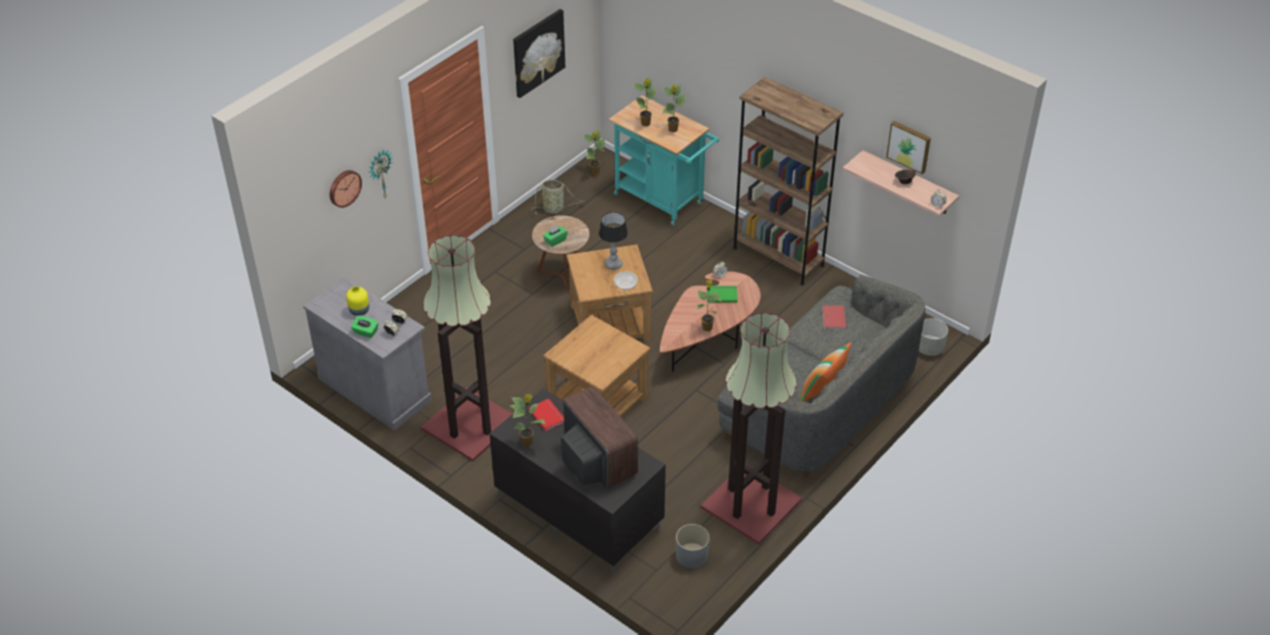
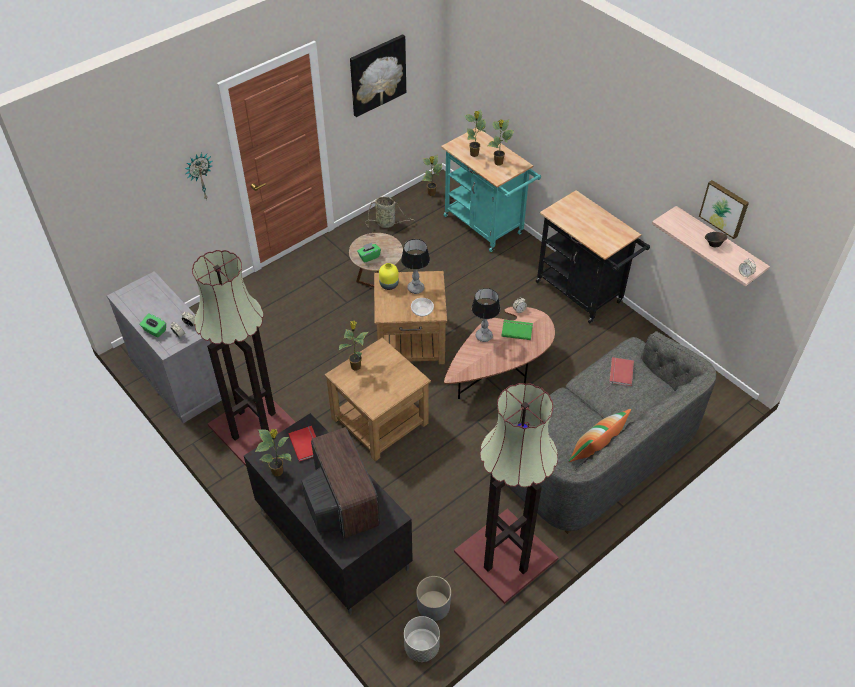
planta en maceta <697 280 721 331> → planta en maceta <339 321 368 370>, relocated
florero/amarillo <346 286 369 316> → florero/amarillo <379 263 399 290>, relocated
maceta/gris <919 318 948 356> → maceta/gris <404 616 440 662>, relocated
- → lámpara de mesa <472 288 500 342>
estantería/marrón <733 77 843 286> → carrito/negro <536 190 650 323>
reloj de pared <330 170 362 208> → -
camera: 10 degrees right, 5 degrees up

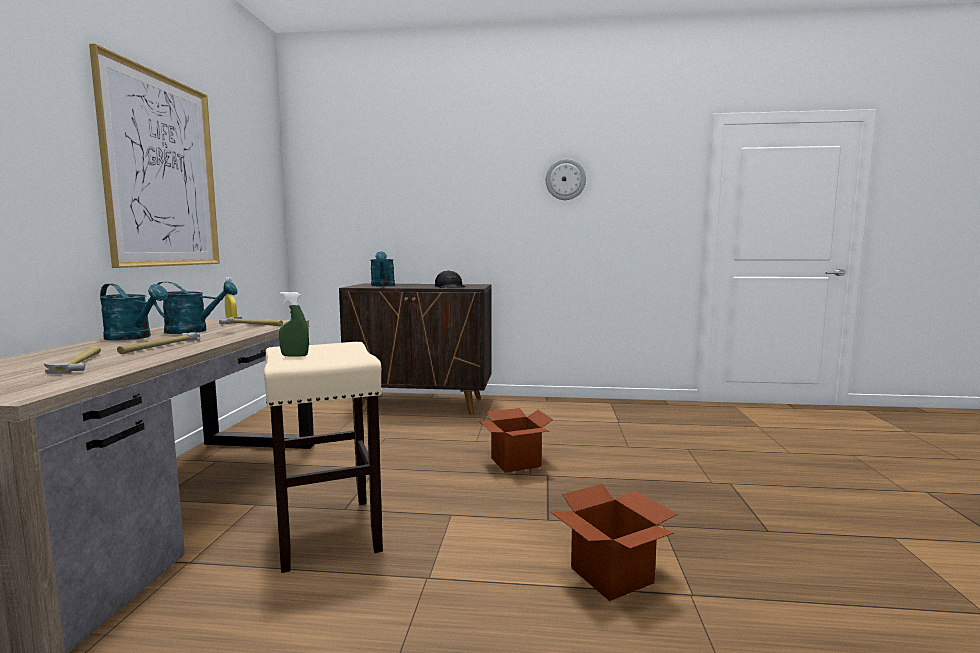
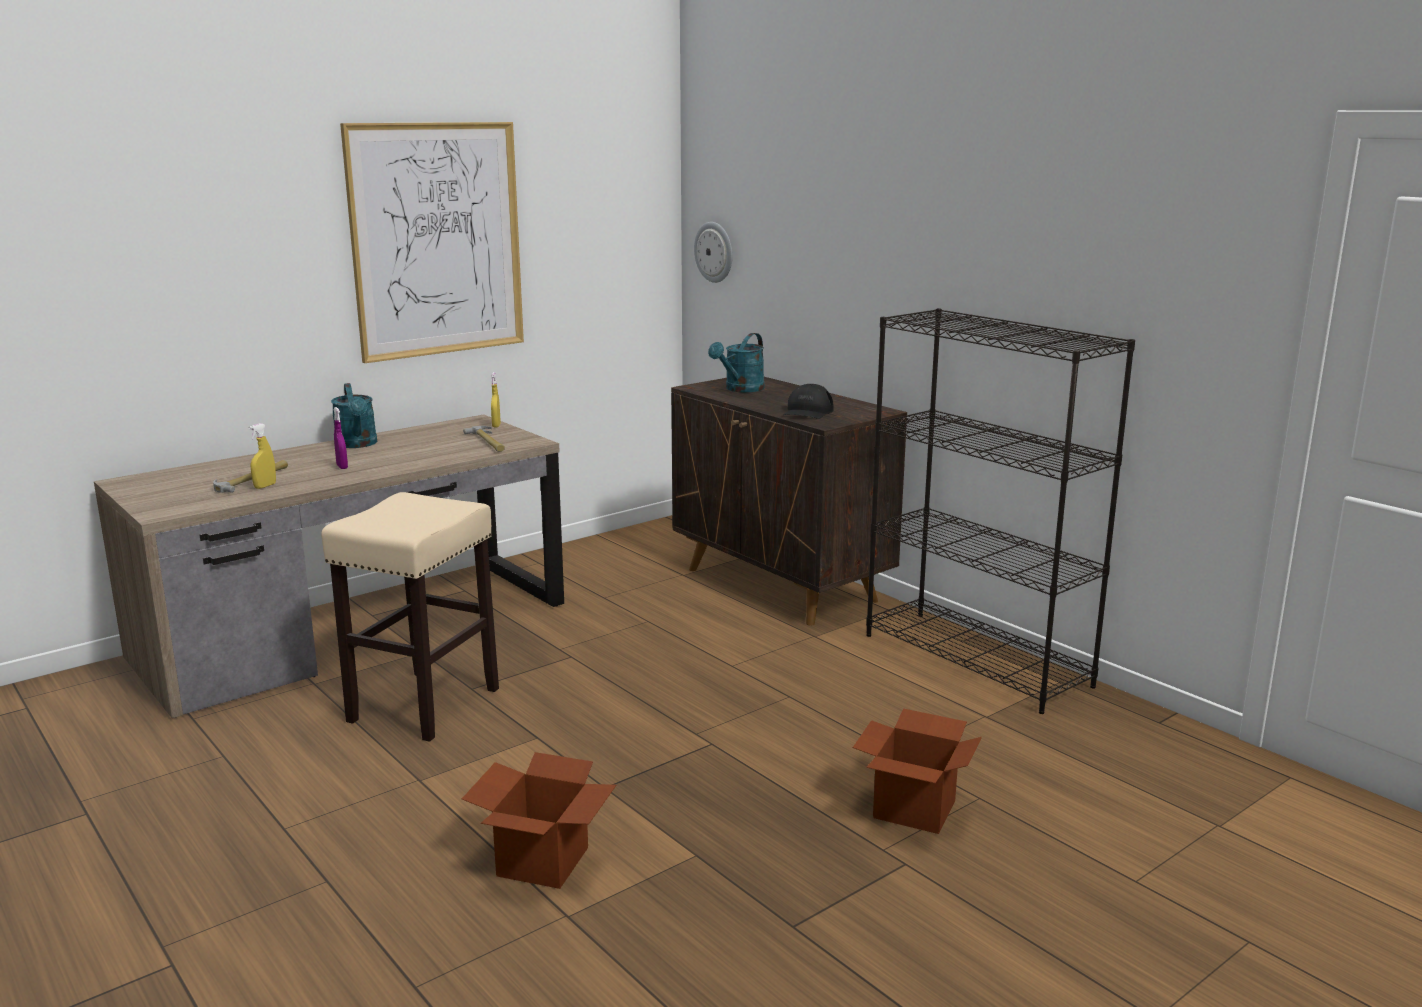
- → pulverizador/amarillo <249 423 276 489>
martillo <117 332 200 354> → pulverizador/morado <333 407 348 469>
reloj de pared <546 159 586 200> → reloj de pared <694 222 733 283>, relocated
caja de cartón <479 408 553 473> → caja de cartón <853 708 982 834>, relocated
- → estantería/negro <866 308 1135 714>
regadera/turquesa <154 281 238 334> → -
pulverizador/verde <279 292 309 357> → -
camera: 45 degrees right, 10 degrees up

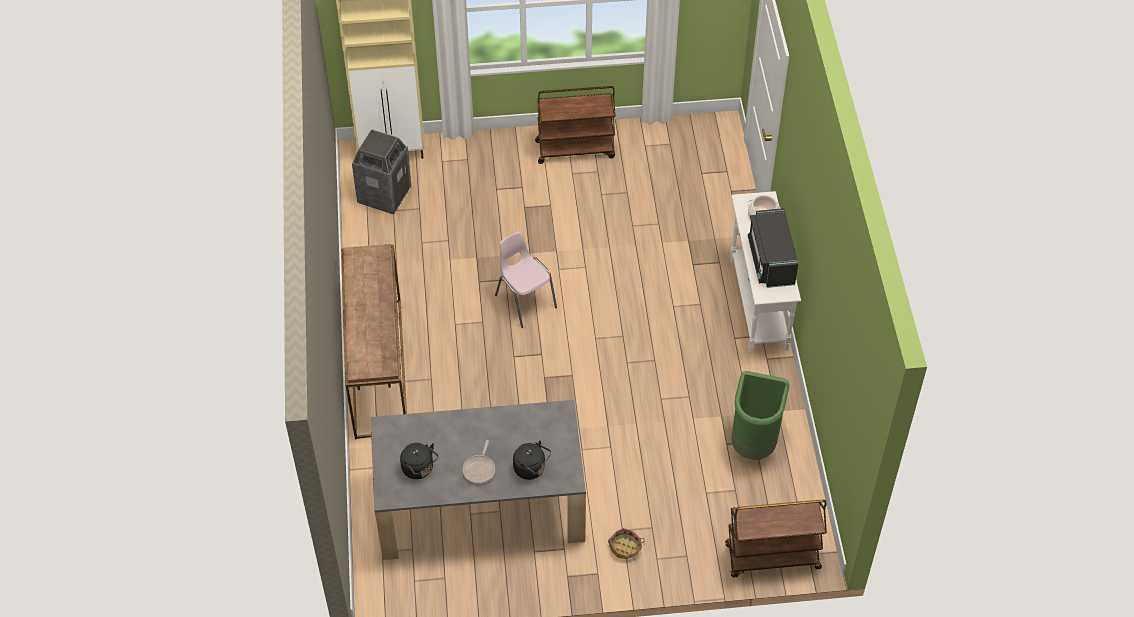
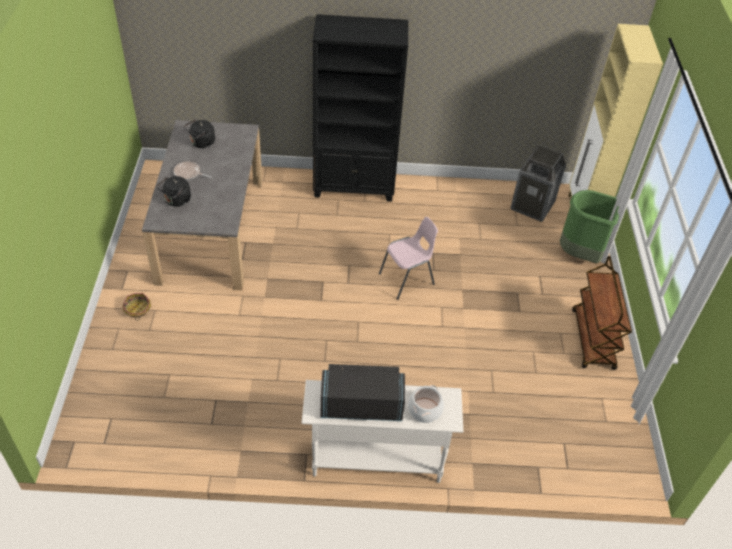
mesa consola/marrón <341 244 407 439> → estantería/negro <313 14 408 202>
papelera/verde <732 371 790 460> → papelera/verde <560 190 619 263>, relocated
carrito/marrón <725 500 827 577> → -
camera: 95 degrees right, 5 degrees down

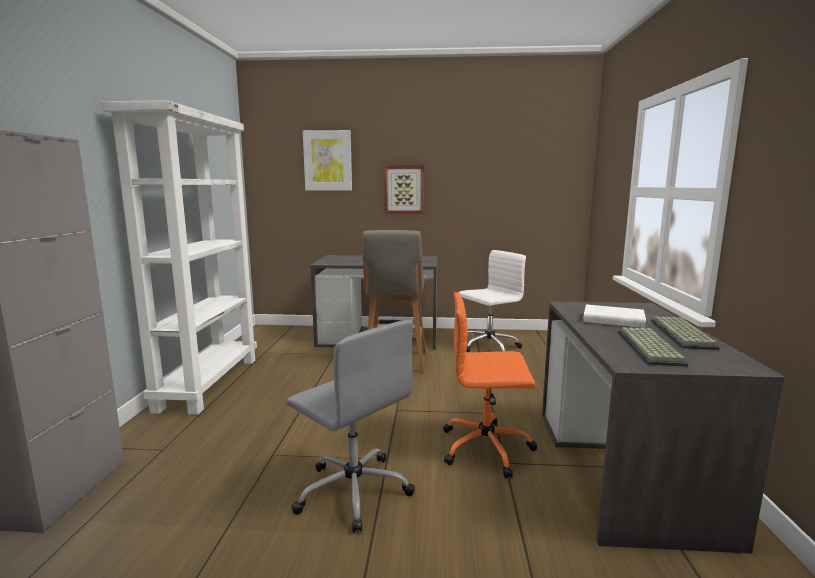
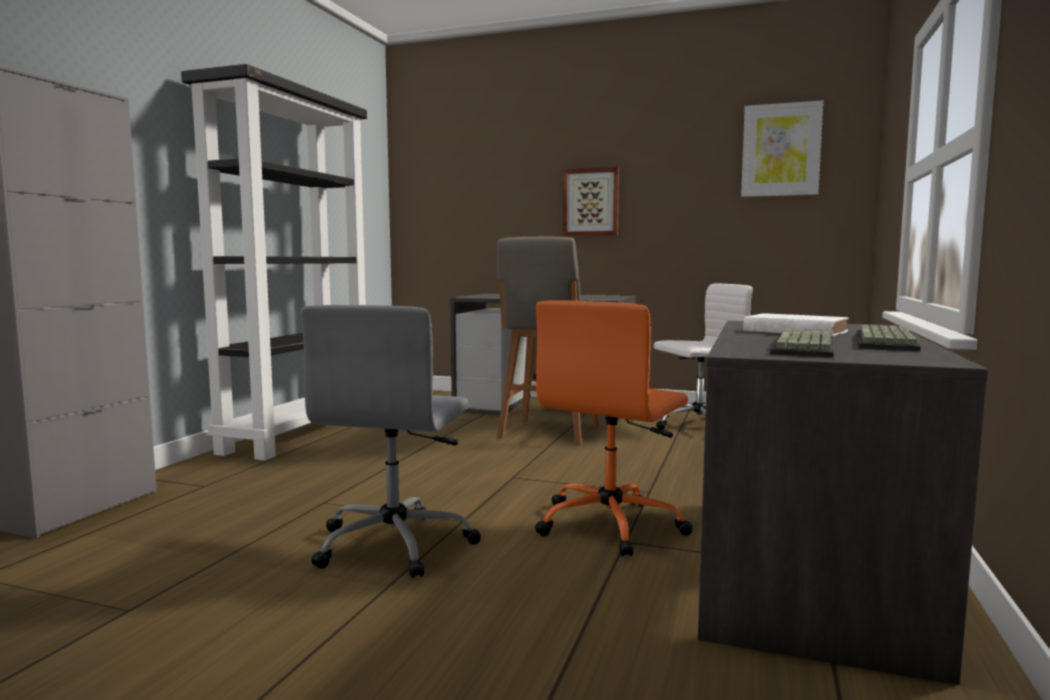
estantería/blanco <102 100 257 415> → estantería/negro <181 64 367 461>
silla de oficina/gris <286 320 415 533> → silla de oficina/gris <301 305 481 578>, 45 degrees clockwise
silla de oficina/naranja <443 292 537 479> → silla de oficina/naranja <535 300 693 557>, 75 degrees counterclockwise
cuadro <303 130 352 191> → cuadro <741 100 823 197>, relocated
camera: 15 degrees right, 5 degrees down

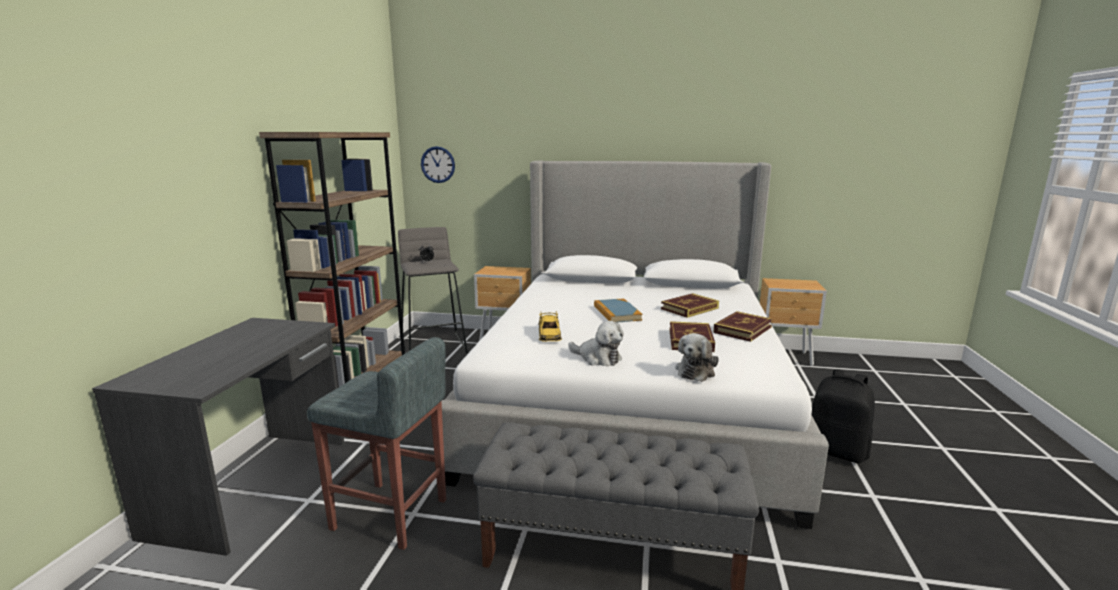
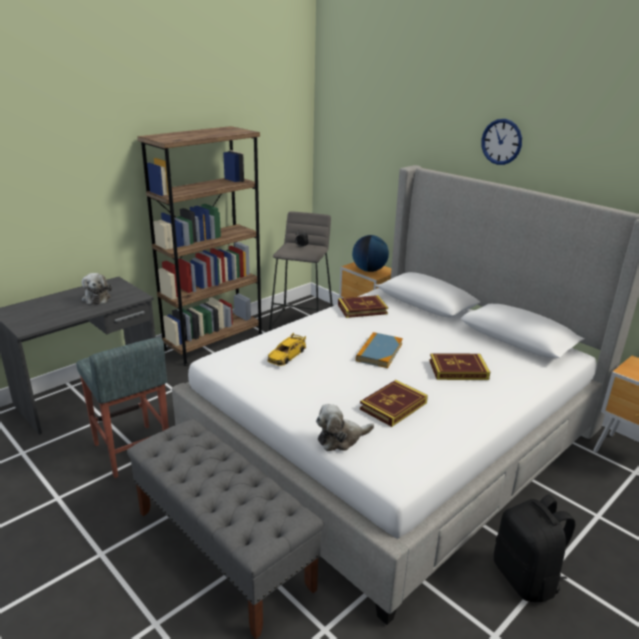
peluche <568 321 624 366> → peluche <82 273 112 305>, relocated
libro <713 311 772 342> → libro <338 295 388 318>, relocated
- → globo terráqueo <352 235 389 272>
reloj de pared <421 146 455 183> → reloj de pared <481 119 522 165>, relocated
camera: 35 degrees right, 10 degrees up

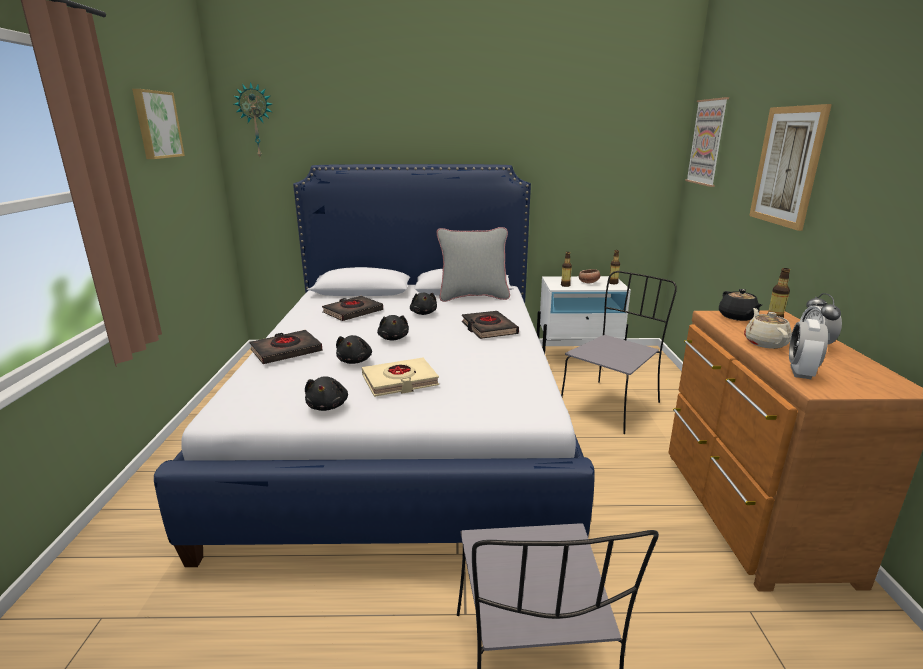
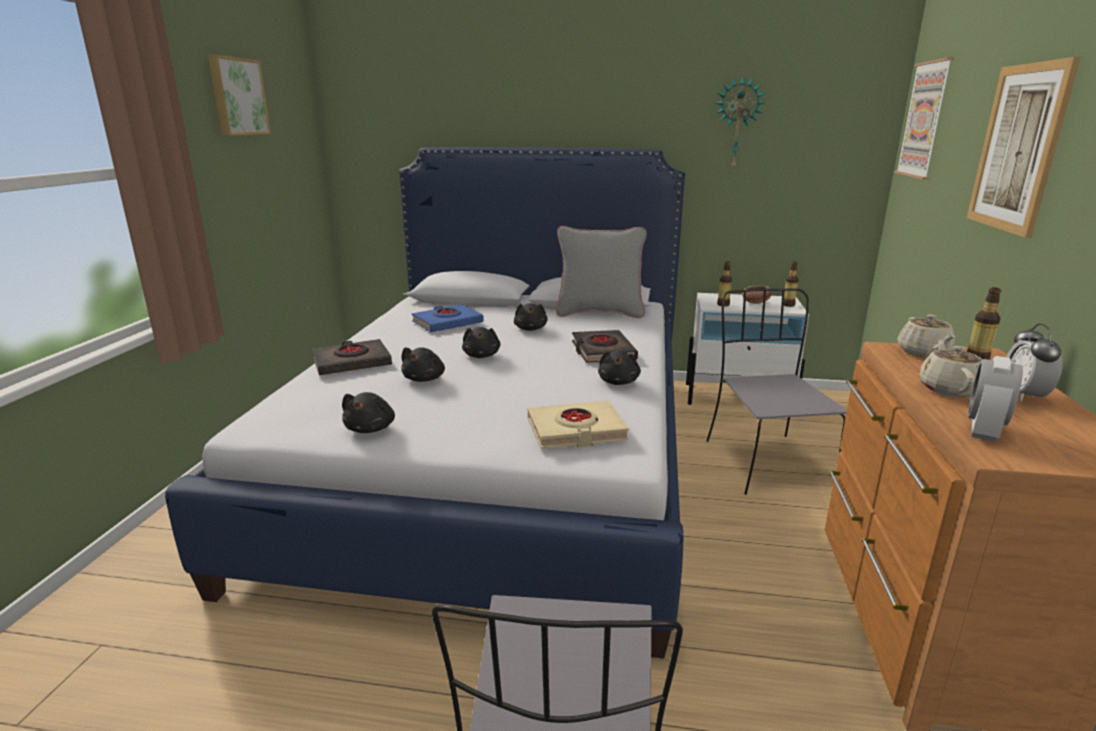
libro/negro <322 296 383 321> → libro/azul <412 304 484 332>
libro/beis <362 358 439 397> → libro/beis <527 401 629 449>, relocated
- → peluche/negro <598 351 641 385>
silla/gris <561 271 677 434> → silla/gris <707 288 847 495>, 60 degrees counterclockwise
reloj de pared <234 82 272 157> → reloj de pared <715 76 766 171>, relocated
tetera/negro <719 289 762 321> → tetera/beis <897 314 955 358>
camera: 10 degrees right, 0 degrees up

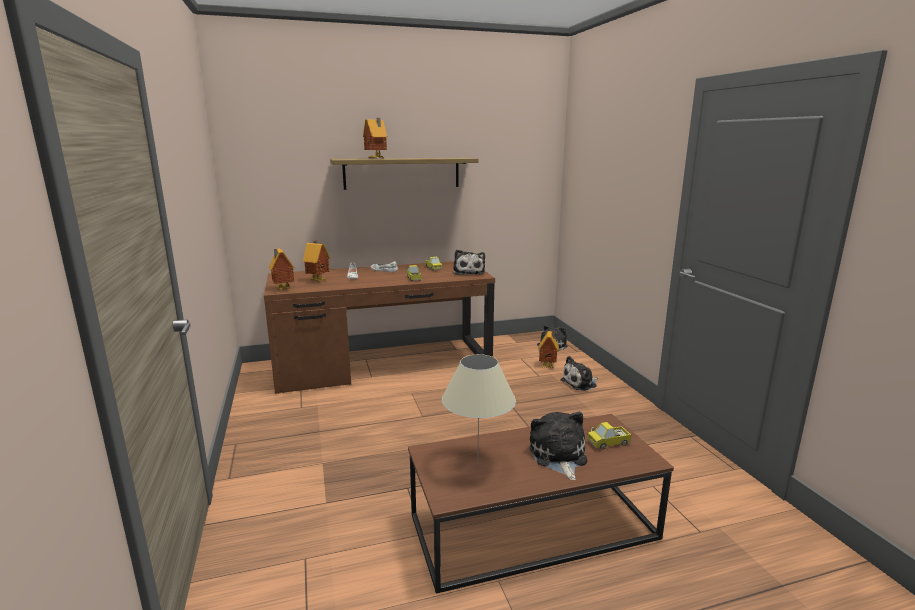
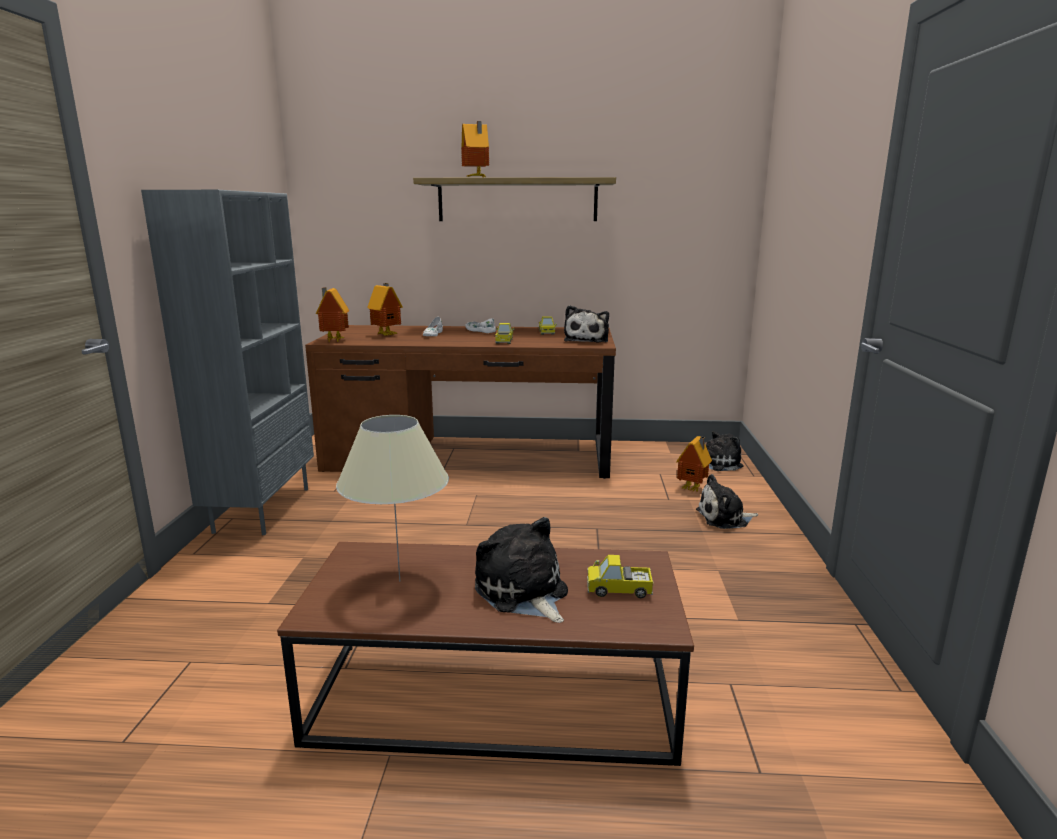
- → estantería/gris <141 190 314 535>
peluche <529 412 587 480> → peluche <475 517 568 623>, 45 degrees counterclockwise
camera: 20 degrees right, 0 degrees up

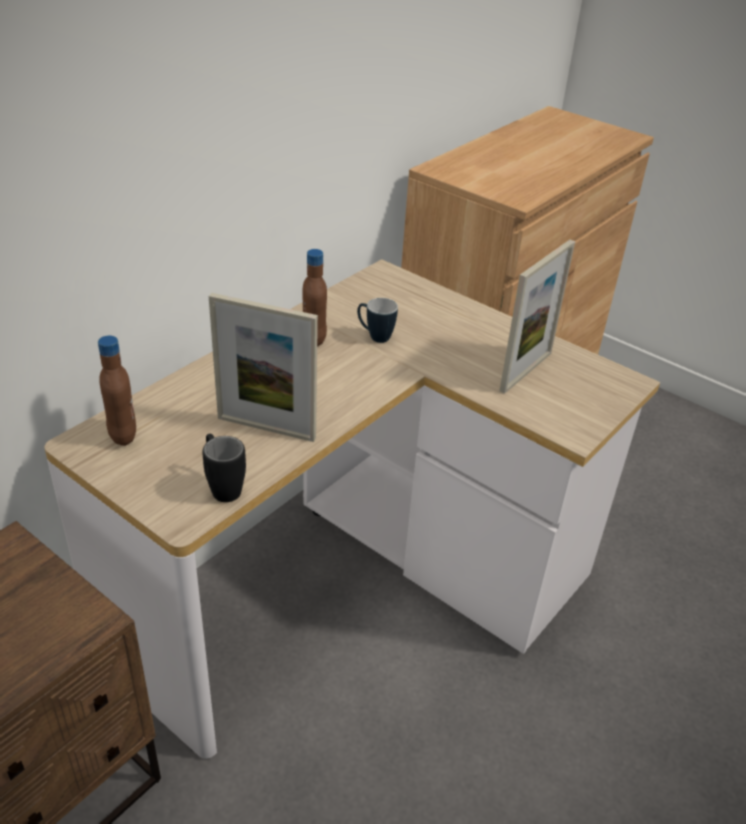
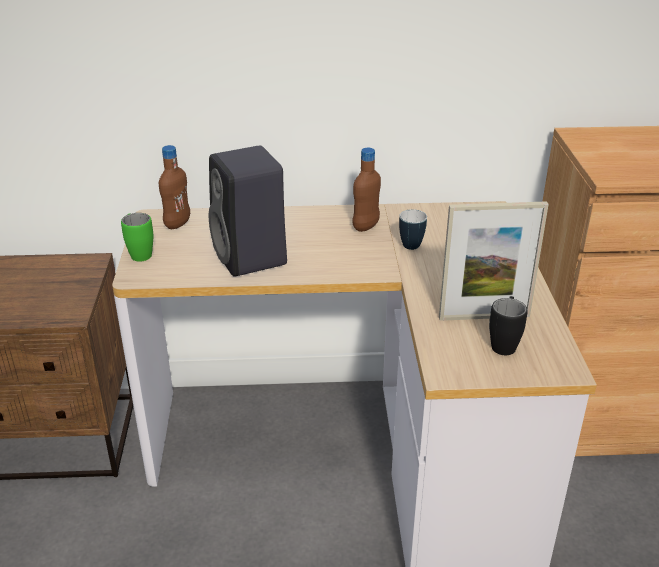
- → taza grande/verde <121 213 153 262>
portarretratos <209 293 318 442> → altavoz/negro <209 145 287 276>
taza grande/negro <203 434 246 502> → taza grande/negro <489 296 528 355>, relocated
camera: 50 degrees right, 5 degrees down

